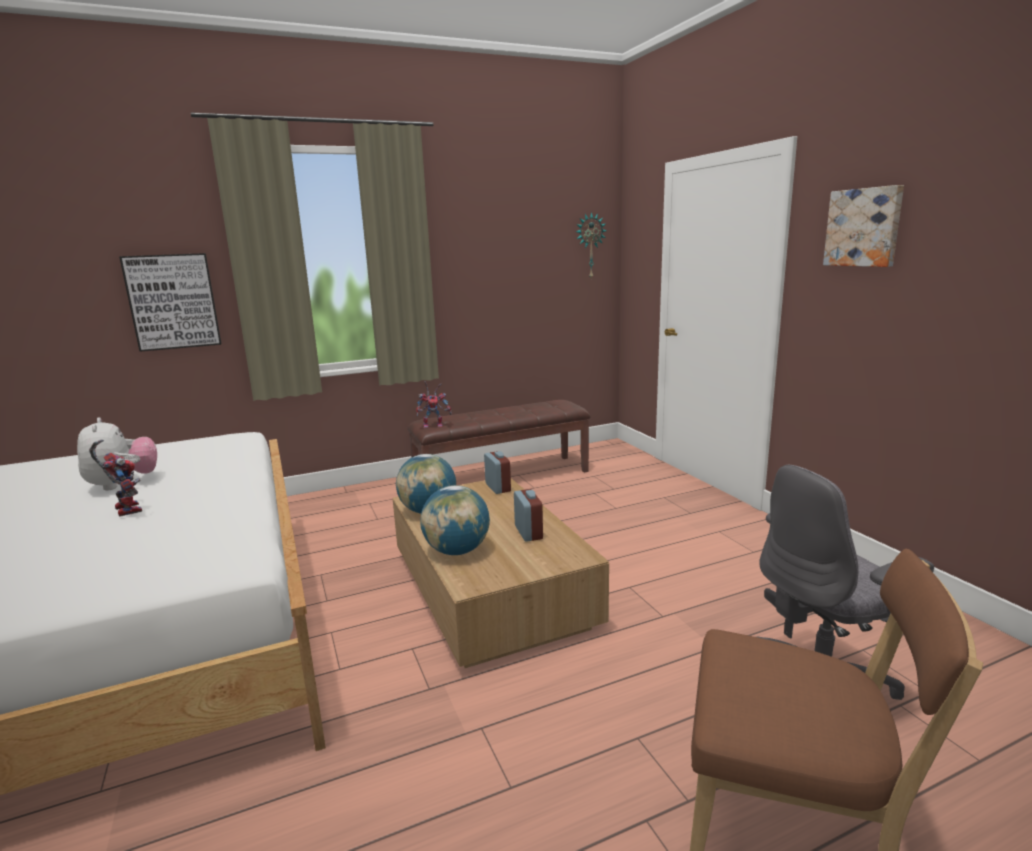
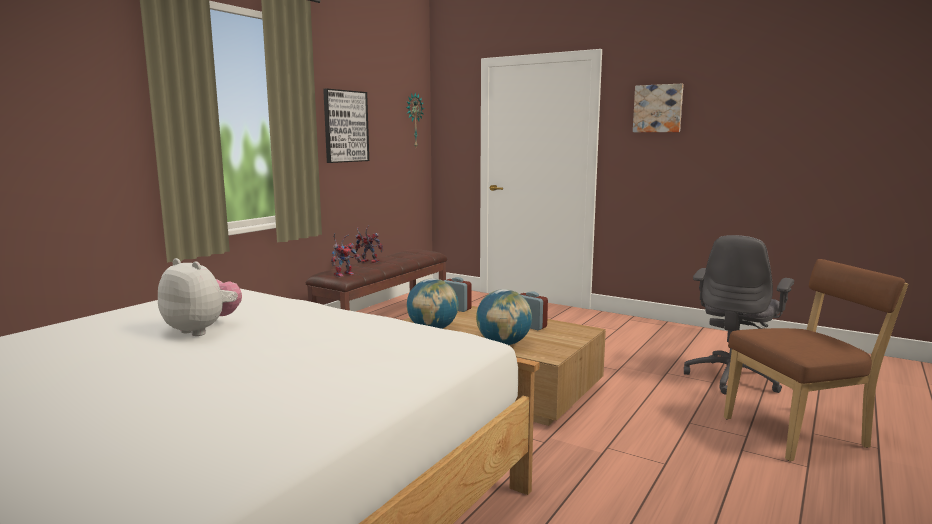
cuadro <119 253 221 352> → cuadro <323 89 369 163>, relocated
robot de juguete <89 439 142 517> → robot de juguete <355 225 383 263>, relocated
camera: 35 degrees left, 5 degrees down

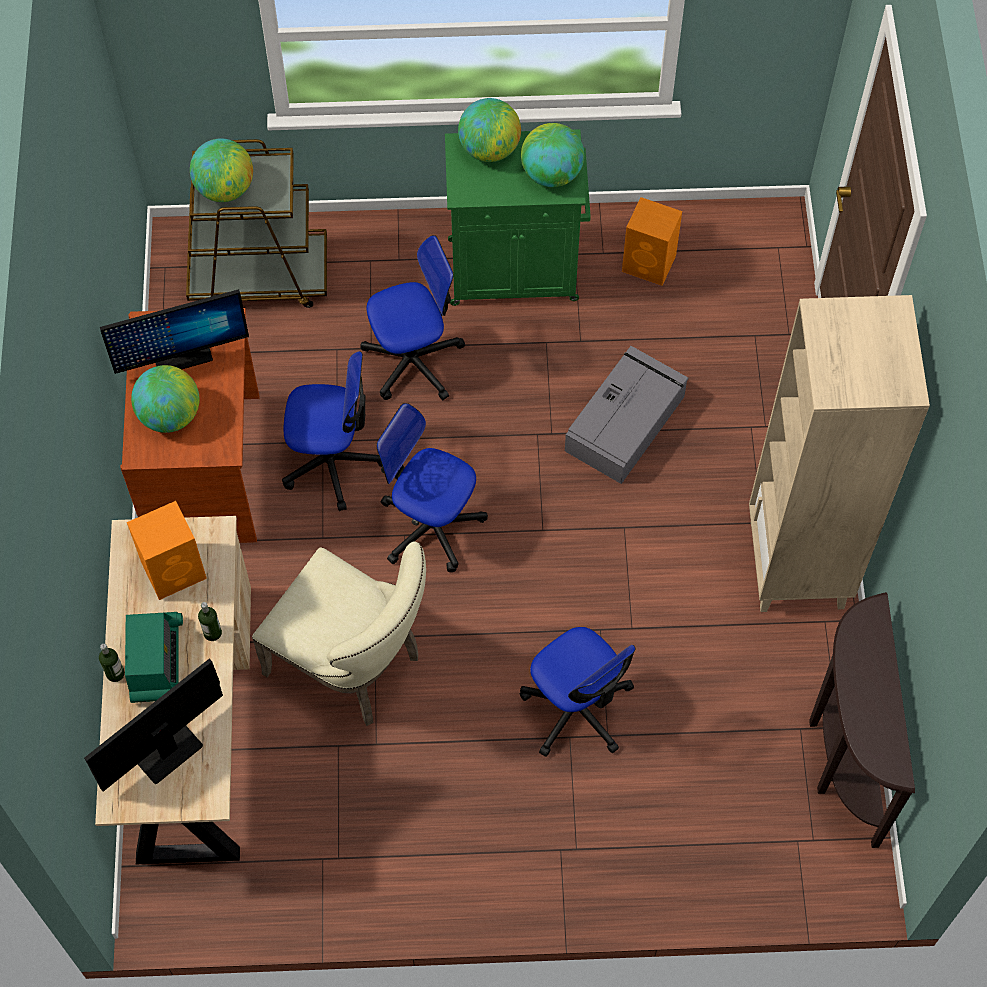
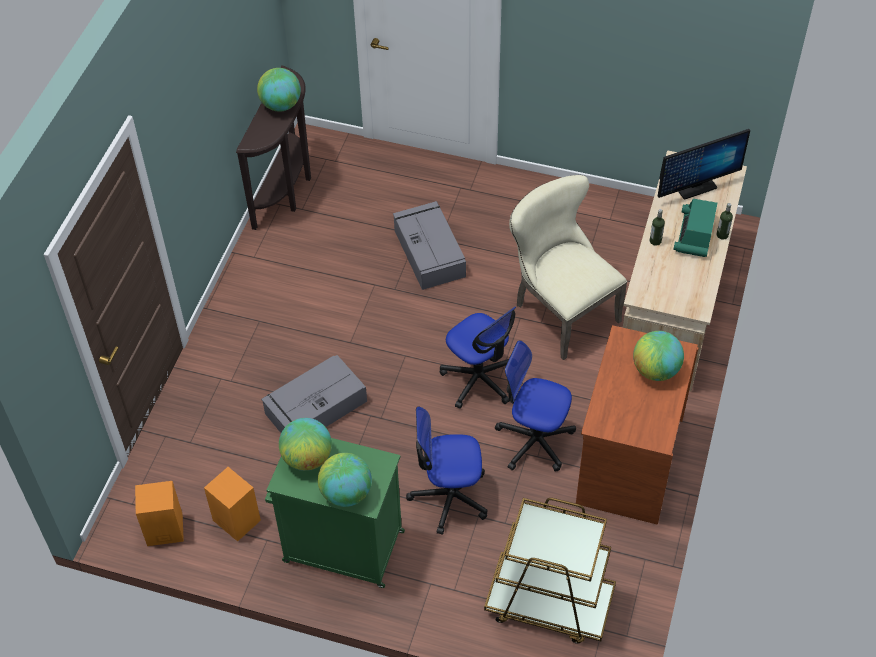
altavoz/naranja <127 501 207 600> → altavoz/naranja <135 481 184 546>, relocated
globo terráqueo <190 138 253 202> → globo terráqueo <257 68 301 112>, relocated
silla de oficina <520 627 636 757> → caja de almacenaje/gris <393 201 466 290>
monitor <100 289 249 374> → -
estantería/beis <749 295 930 612> → -
camera: 160 degrees left, 10 degrees down

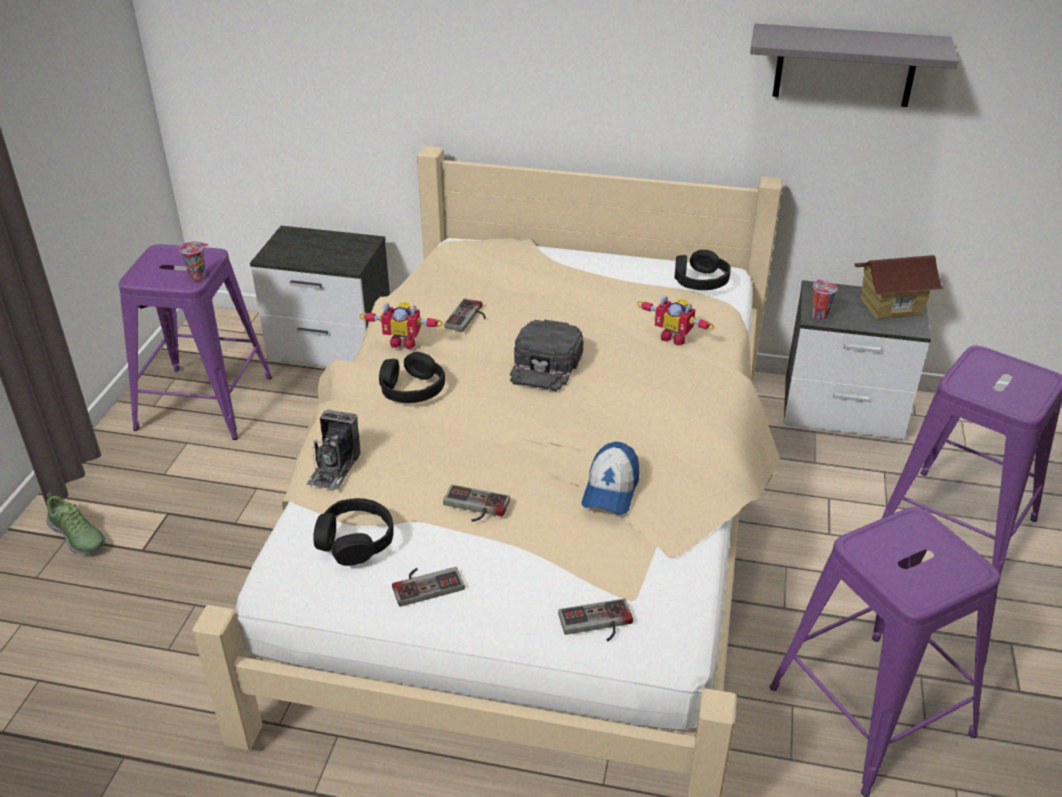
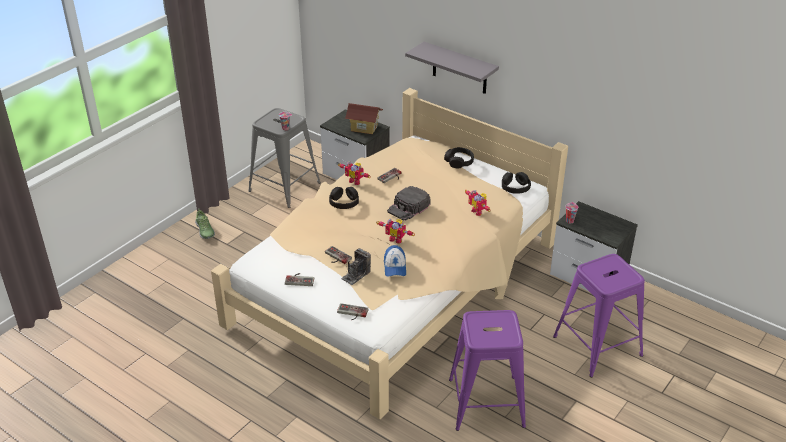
taburete/morado <119 244 272 440> → taburete/gris <248 108 321 208>
cámara <306 410 361 490> → cámara <341 248 371 285>, relocated
casita <854 255 944 319> → casita <345 103 383 134>, relocated
- → robot de juguete <377 219 415 244>
gorra <582 442 639 515> → gorra <384 245 406 277>, 45 degrees counterclockwise
estante/gris <750 23 959 107> → estante/gris <405 42 499 94>, relocated
auriculares/negro <313 498 394 566> → auriculares/negro <444 147 474 168>, relocated
camera: 25 degrees right, 0 degrees up

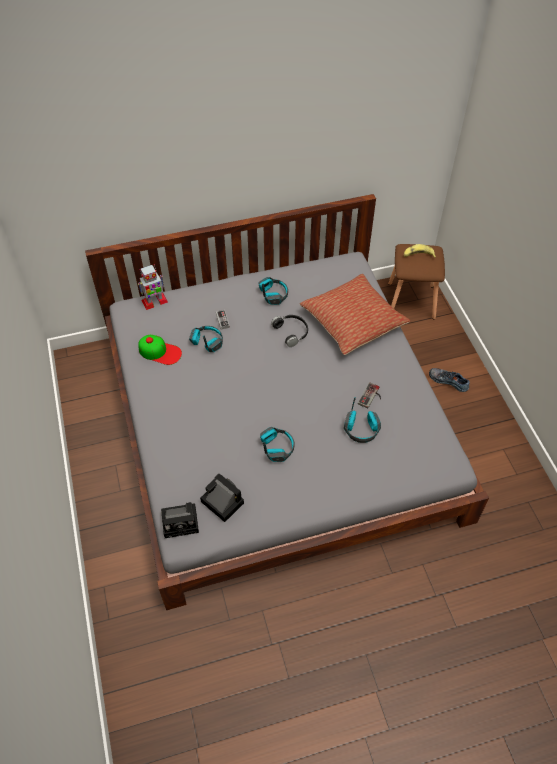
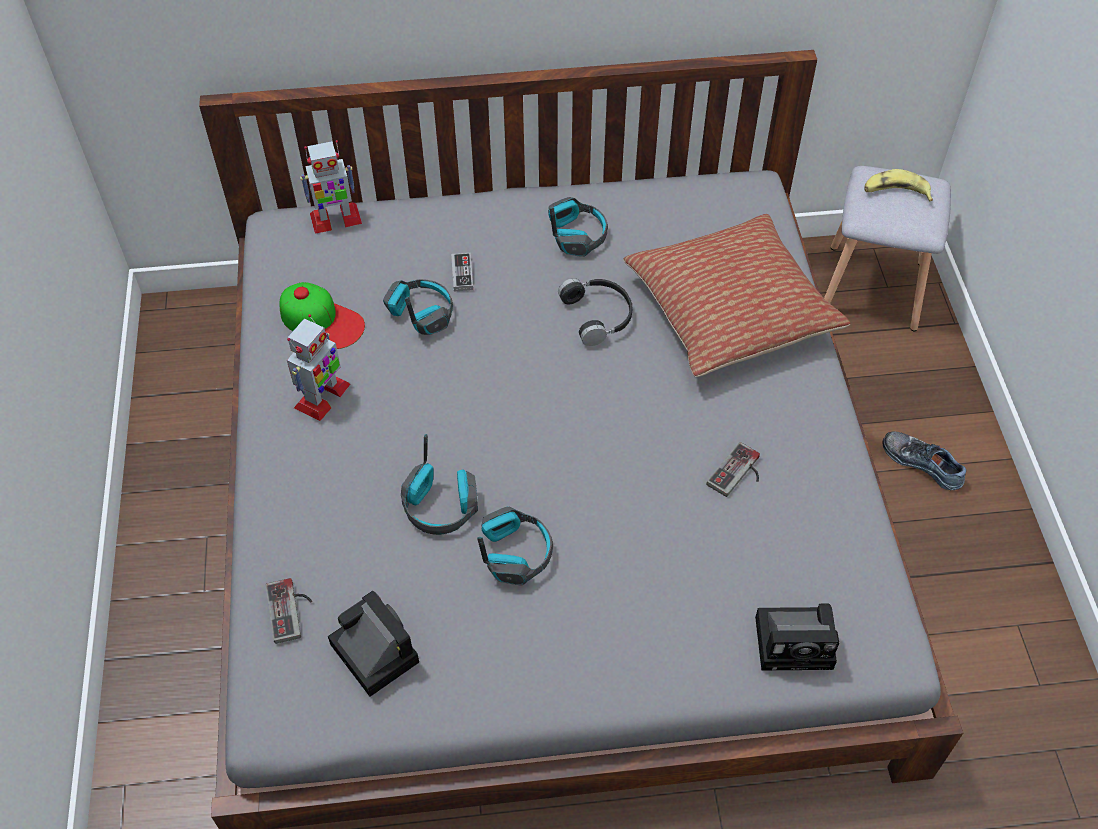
- → mando de consola <266 578 312 644>
- → robot de juguete <287 314 351 421>
auriculares <344 397 381 443> → auriculares <401 434 478 535>, relocated
cámara <161 502 199 538> → cámara <755 603 839 670>, relocated
taburete/marrón <388 244 445 319> → taburete/gris <824 166 951 331>
camera: 10 degrees right, 0 degrees up

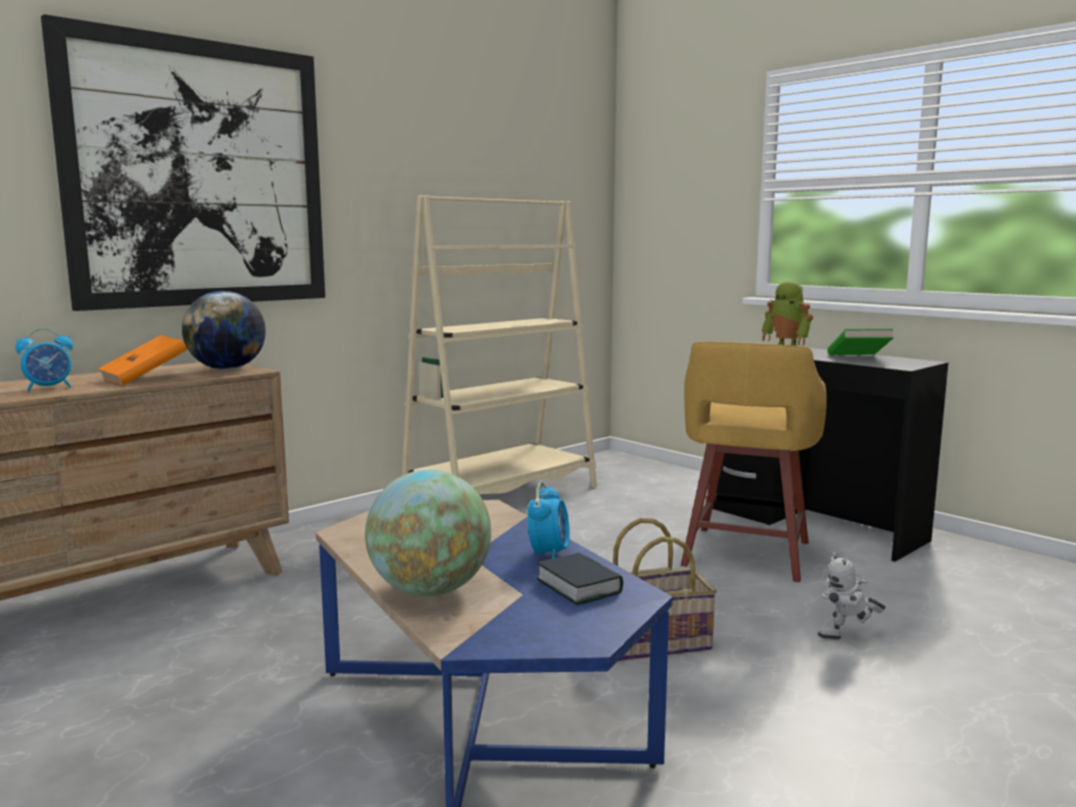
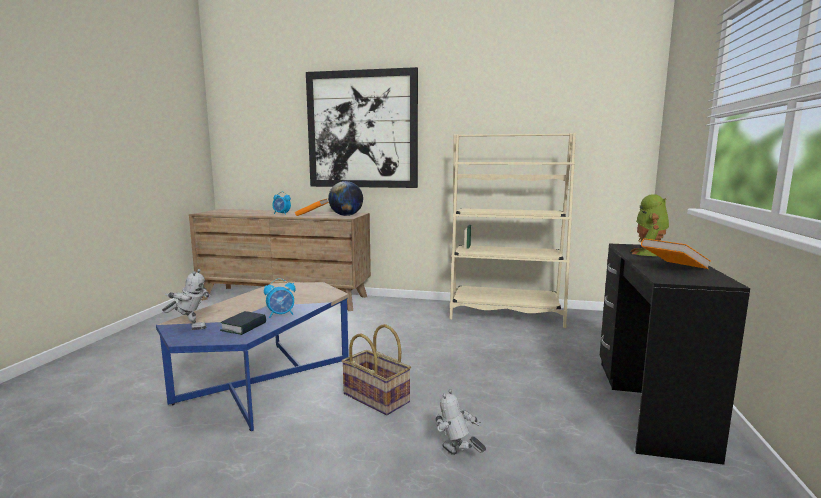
- → robot de juguete <162 269 211 330>
libro/verde <827 329 894 355> → libro/naranja <641 238 711 269>
globo terráqueo <365 470 491 596> → -
taburete/amarillo <681 342 827 582> → -
camera: 55 degrees right, 0 degrees up

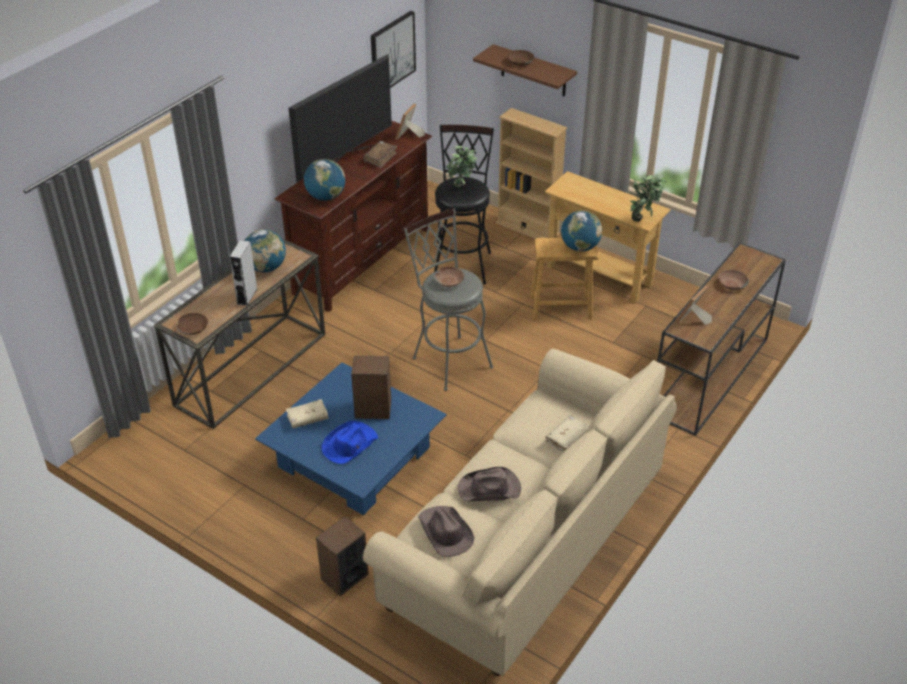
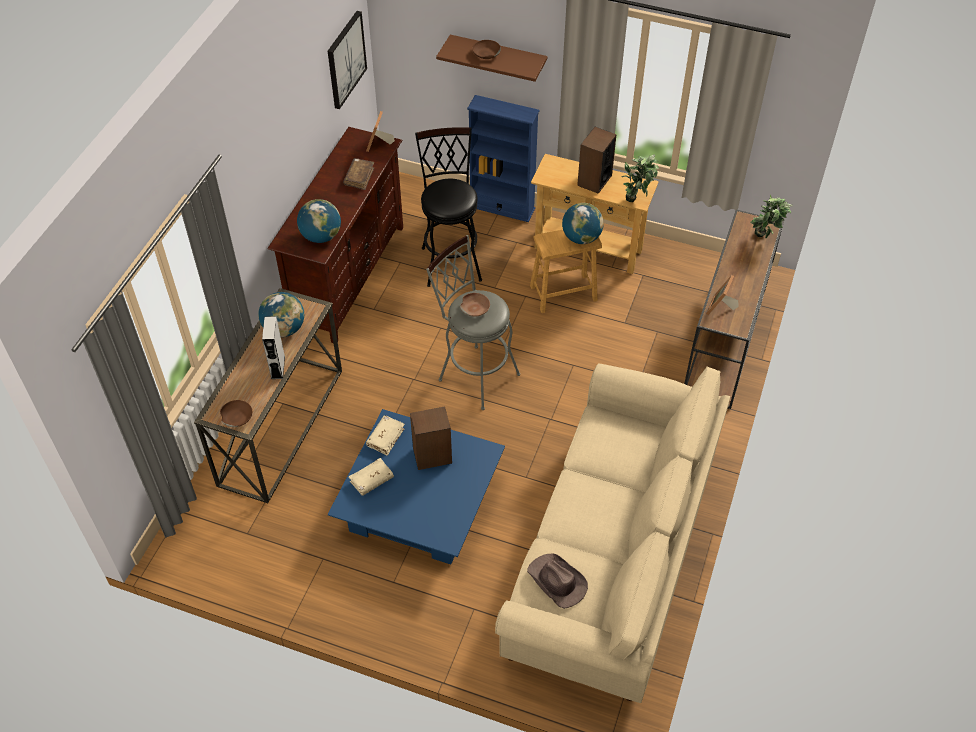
libro/beis <546 415 589 453> → libro/beis <366 415 405 456>, relocated
estantería/beis <496 108 567 239> → estantería/azul <467 95 540 222>
altavoz <316 516 369 596> → altavoz <577 127 617 194>, relocated
planta en maceta <446 146 478 189> → planta en maceta <750 194 793 238>, relocated
televisor <289 54 392 182> → -
sombrero/azul <321 421 378 464> → -
sombrero/marrón <458 467 521 502> → -
cuenco/marrón <718 270 749 290> → -
camera: 15 degrees left, 10 degrees up

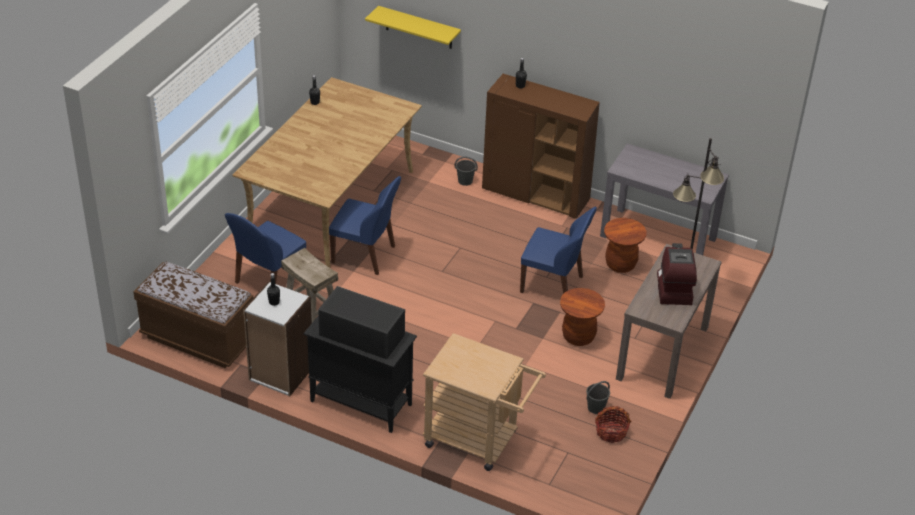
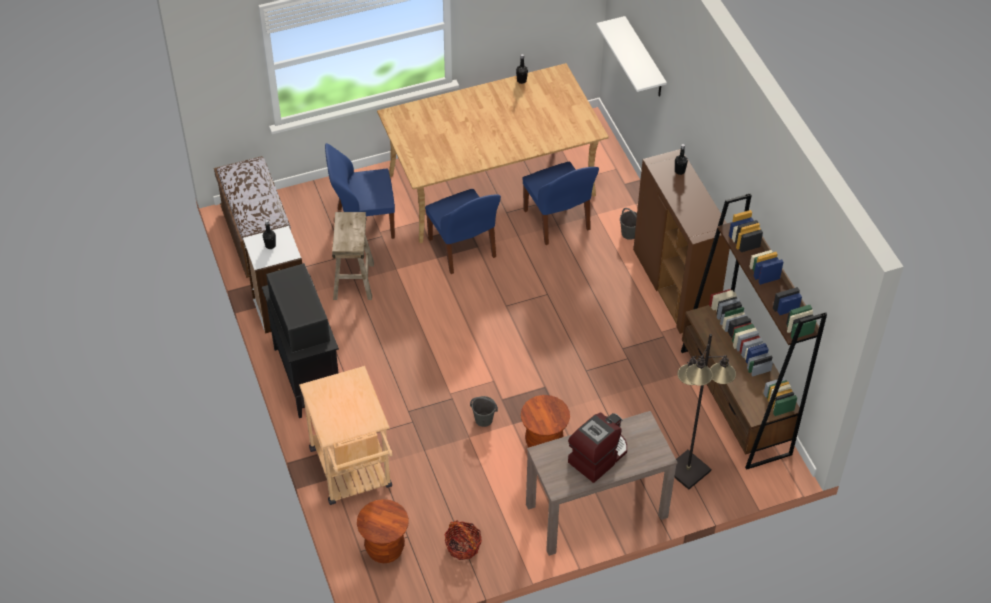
taburete/marrón <604 218 647 273> → taburete/marrón <357 499 409 563>, relocated
cubo/gris <586 381 610 414> → cubo/gris <470 396 498 427>, relocated
silla/azul <520 207 597 294> → silla/azul <523 162 599 245>, relocated
estante/amarillo <365 6 461 49> → estante/blanco <596 16 667 97>
mesa consola/gris <600 144 729 255> → estantería/marrón <681 193 827 470>
camera: 45 degrees right, 10 degrees up

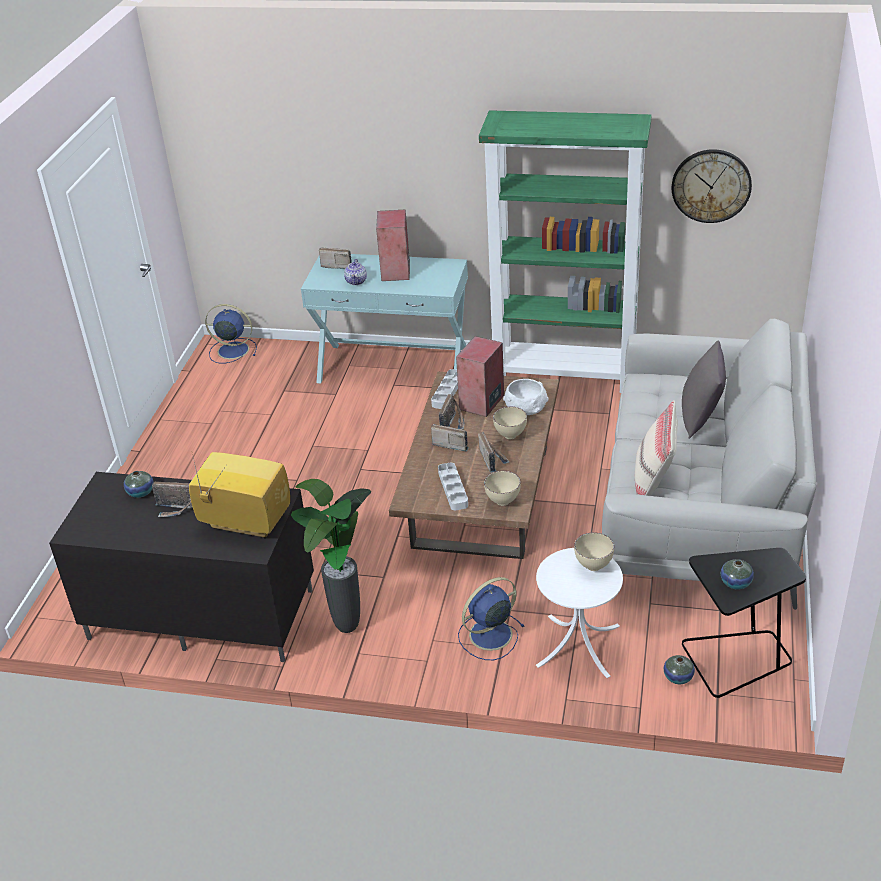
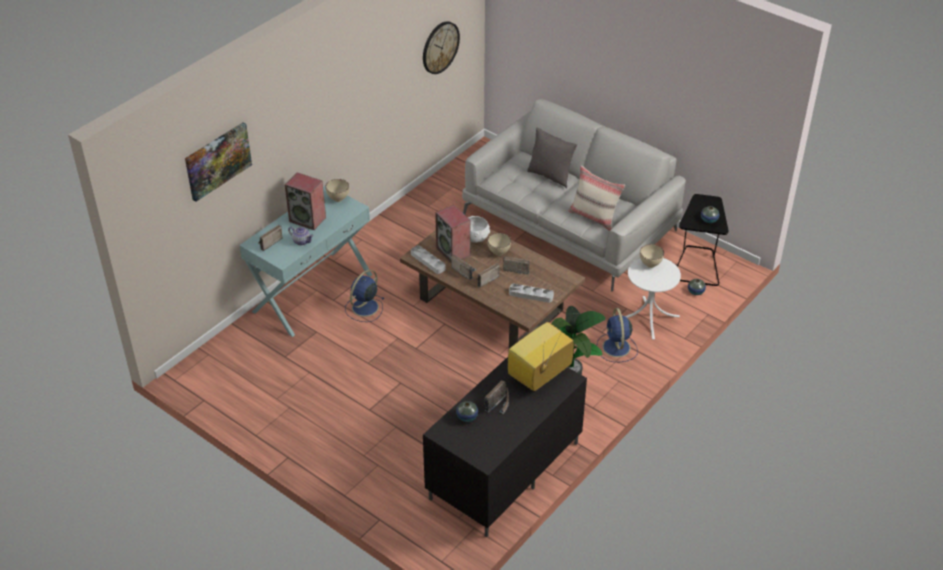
- → cuadro <185 122 252 202>
cuenco/beis <484 471 521 506> → cuenco/beis <325 179 349 202>, relocated
ventilador/azul <205 304 257 364> → ventilador/azul <345 270 384 322>, relocated
estantería/verde <479 110 651 393> → -
camera: 65 degrees left, 5 degrees up

